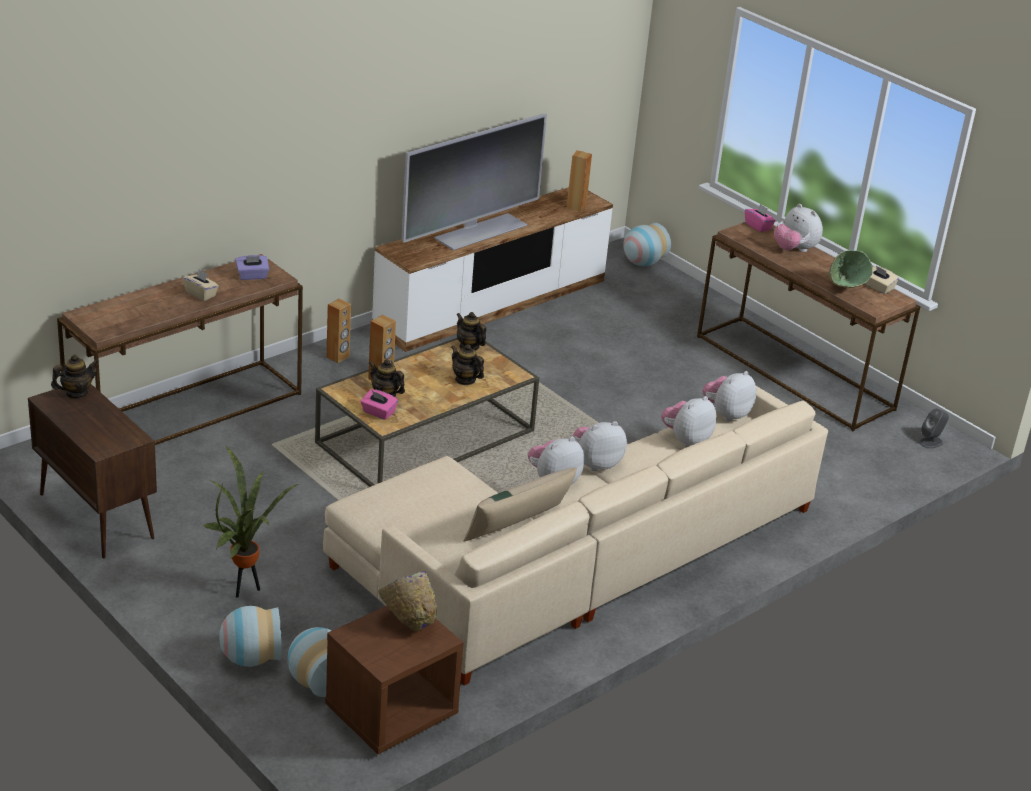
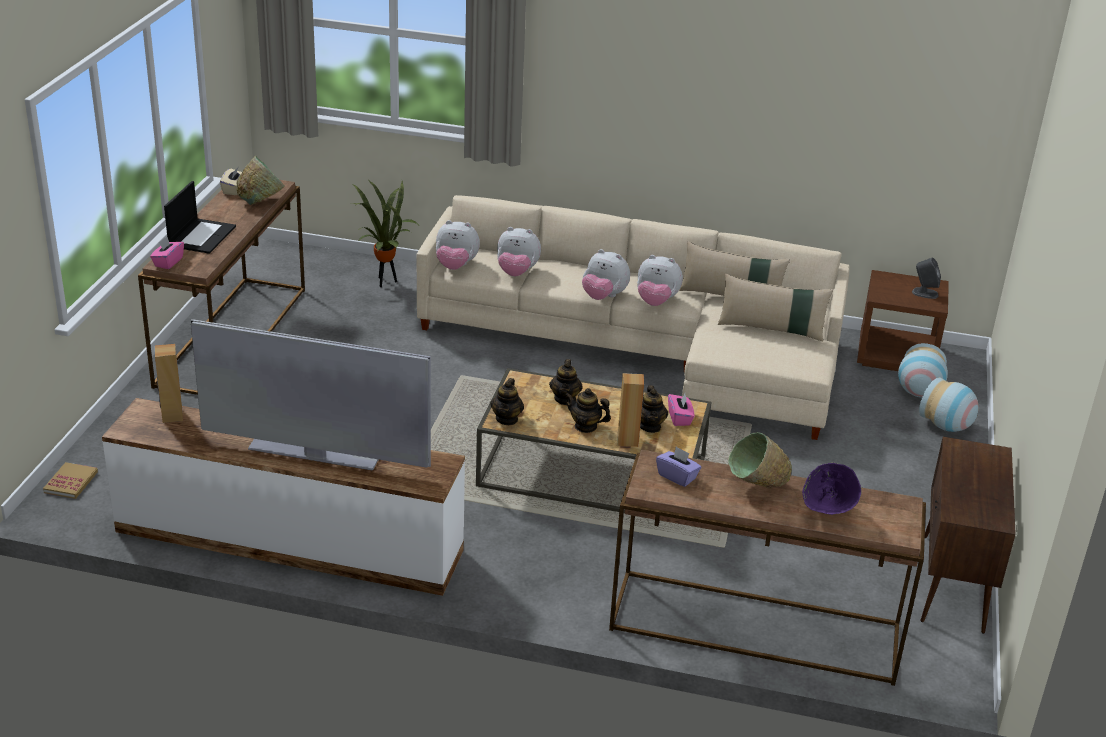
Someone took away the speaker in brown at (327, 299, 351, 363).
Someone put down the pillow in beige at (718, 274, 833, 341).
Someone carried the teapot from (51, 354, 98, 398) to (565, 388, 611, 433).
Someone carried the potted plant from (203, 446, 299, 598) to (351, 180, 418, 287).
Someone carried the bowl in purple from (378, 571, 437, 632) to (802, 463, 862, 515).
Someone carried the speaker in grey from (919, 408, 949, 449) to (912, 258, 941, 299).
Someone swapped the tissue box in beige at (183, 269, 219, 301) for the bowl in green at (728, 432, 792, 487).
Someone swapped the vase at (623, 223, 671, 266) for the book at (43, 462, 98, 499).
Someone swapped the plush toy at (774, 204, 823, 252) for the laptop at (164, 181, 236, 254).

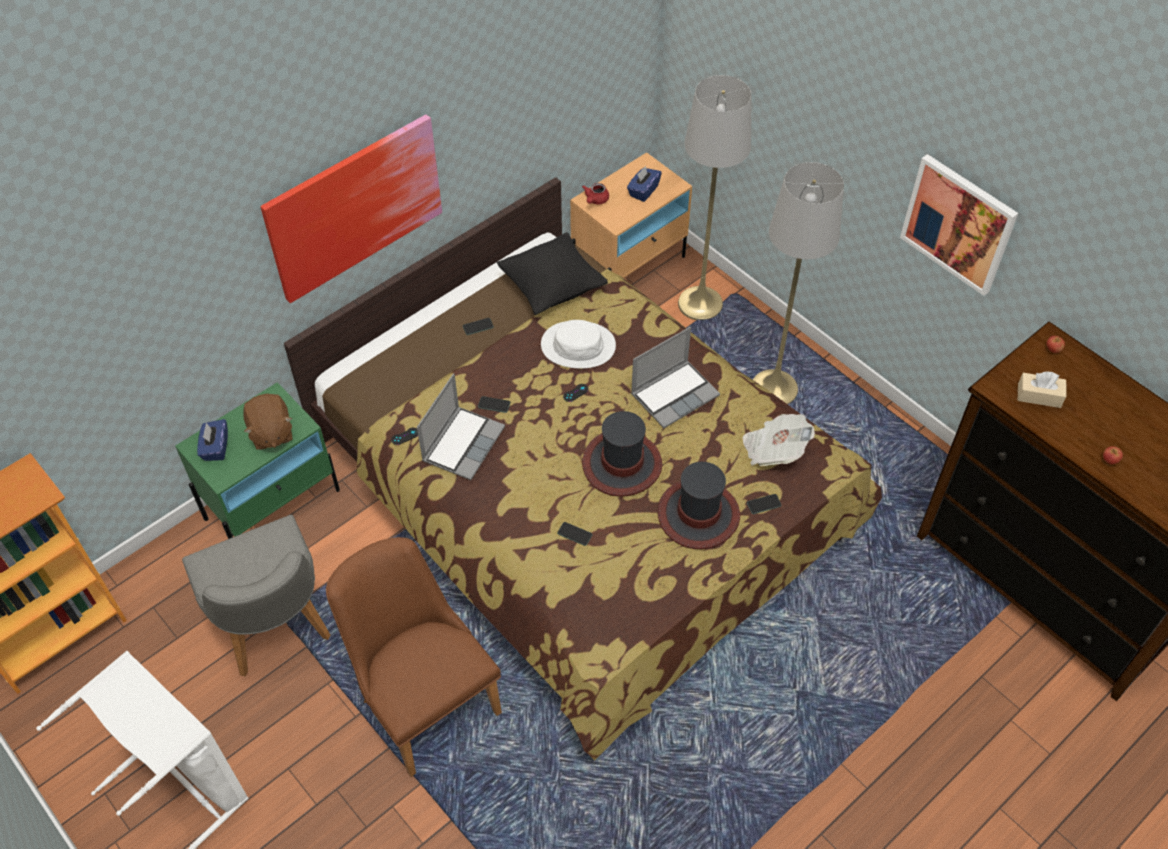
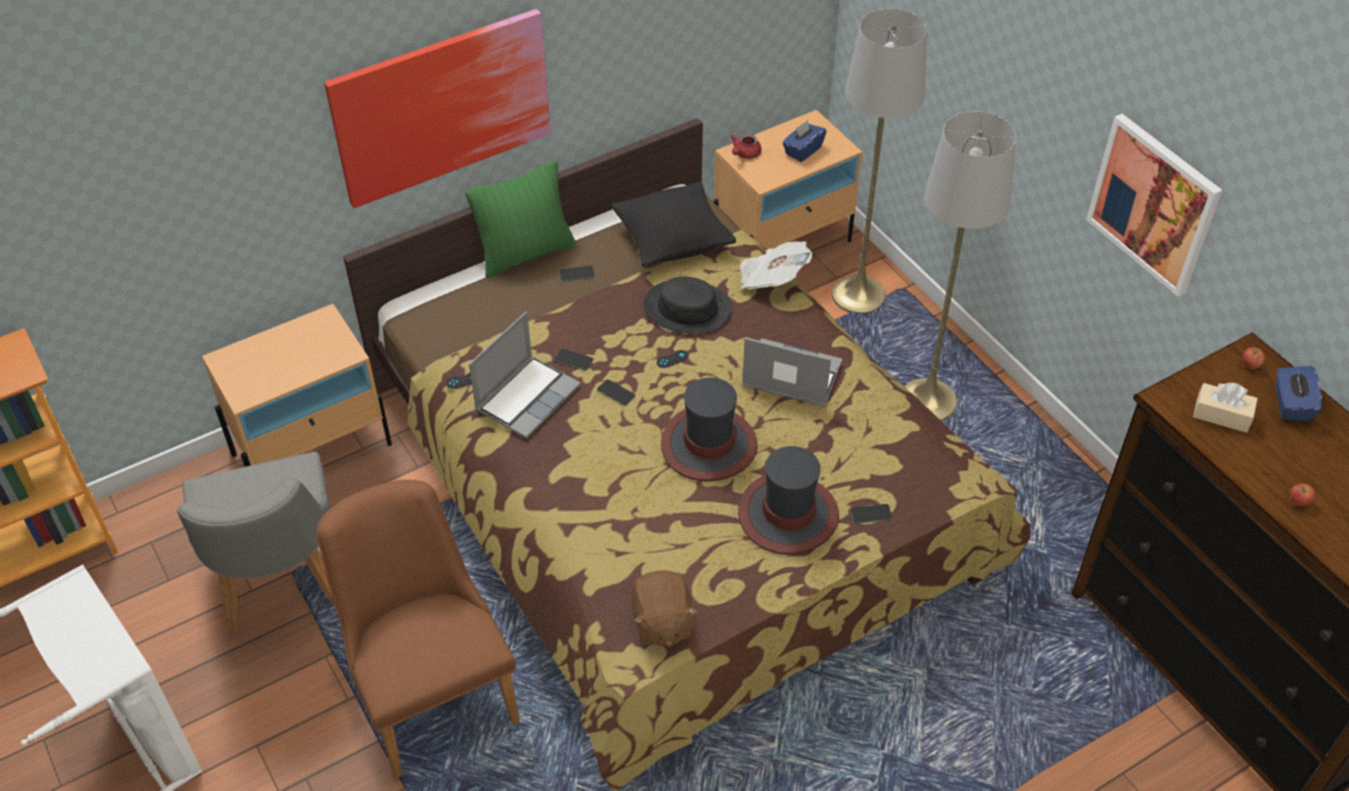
Someone put down the pillow in green at (465, 160, 576, 278).
Someone carried the tissue box in blue from (197, 419, 228, 461) to (1276, 366, 1322, 421).
Someone carried the plush toy in brown from (243, 394, 293, 450) to (631, 570, 698, 648).
Someone carried the phone from (557, 522, 592, 546) to (597, 379, 635, 406).
Someone carried the newspaper from (742, 414, 815, 466) to (740, 241, 812, 289).
Someone repainted the nightstand in green at (175, 382, 340, 539), which became the nightstand in beige at (202, 304, 392, 467).
Someone repainted the hat in white at (541, 320, 616, 369), which became the hat in black at (643, 276, 732, 334).
Someone rotated the laptop at (631, 327, 720, 428) by 135 degrees counterclockwise.

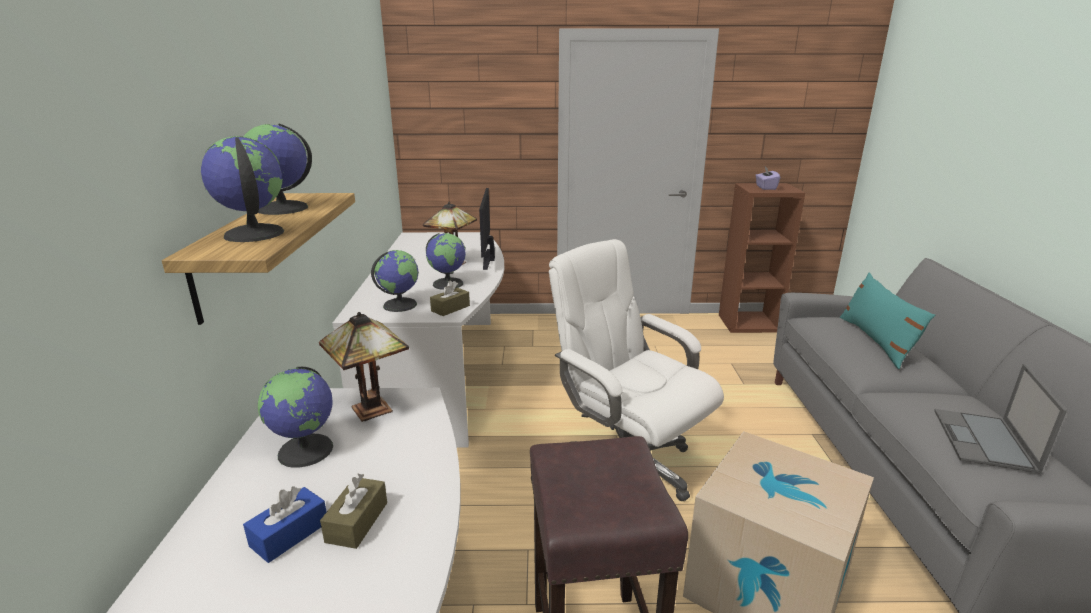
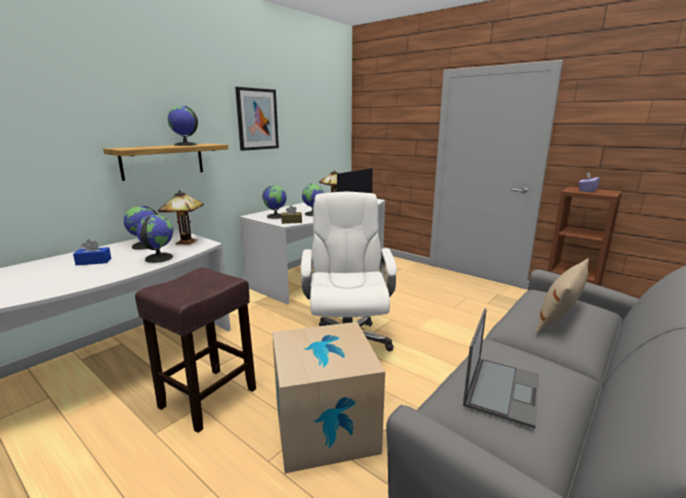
Someone took away the tissue box in brown at (320, 474, 387, 549).
Someone put up the picture at (235, 87, 279, 151).
Someone carried the globe from (201, 136, 284, 242) to (136, 215, 173, 263).
Someone repainted the pillow in turquoise at (840, 272, 935, 369), which became the pillow in beige at (535, 258, 589, 333).
Someone rotated the laptop at (934, 364, 1067, 474) by 150 degrees clockwise.

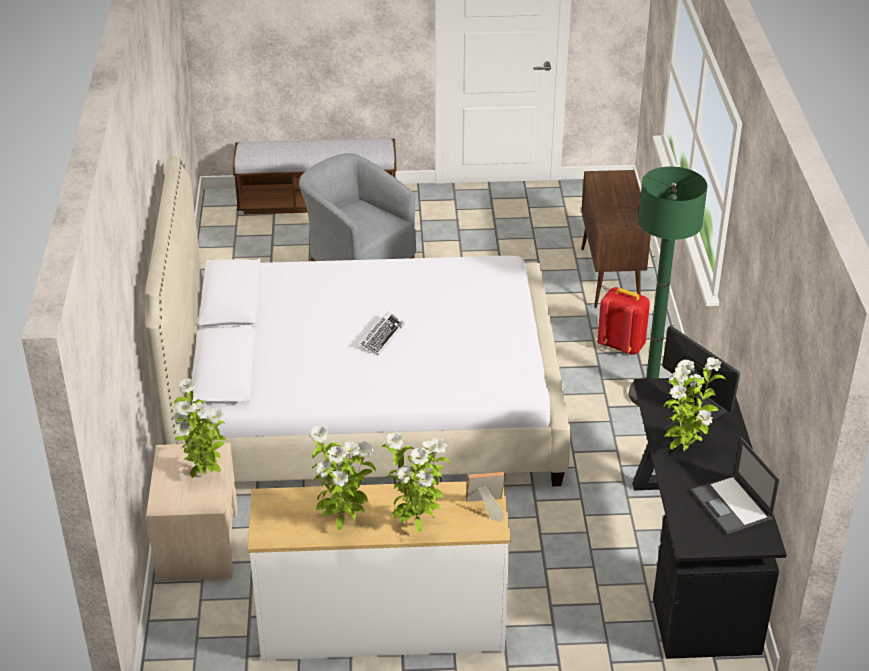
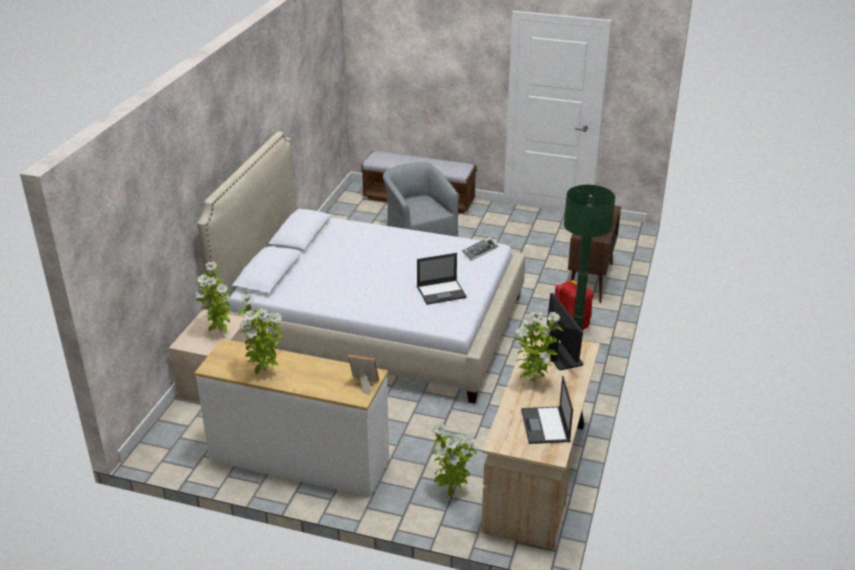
Someone put down the laptop at (417, 253, 467, 305).
Someone carried the keyboard from (361, 311, 405, 355) to (462, 237, 498, 261).
Someone carried the potted plant from (382, 432, 451, 533) to (432, 423, 477, 497).
Someone repainted the desk in black at (632, 378, 787, 659), which became the desk in beige at (481, 332, 600, 549).

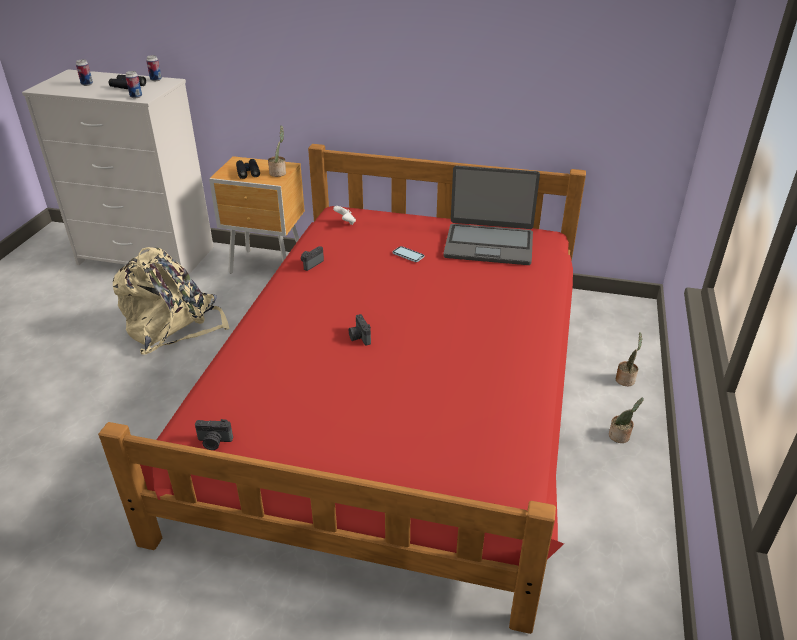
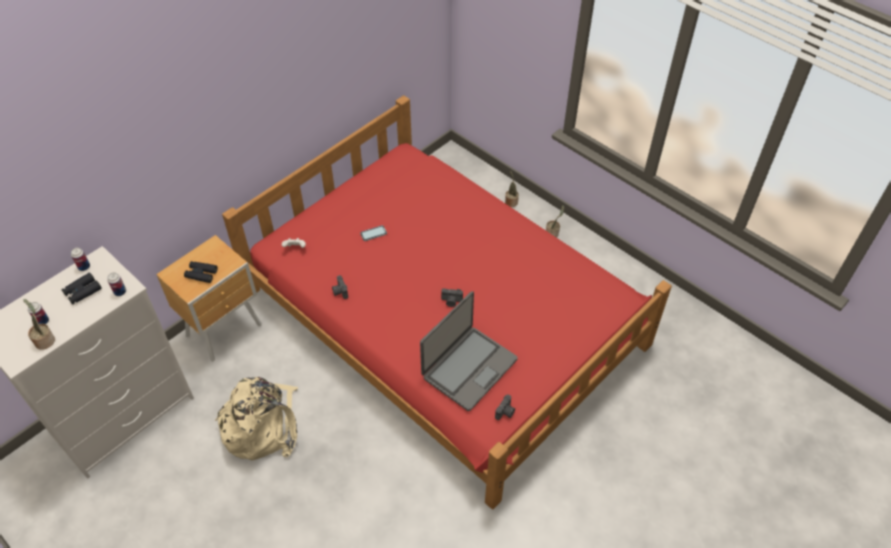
Someone carried the potted plant from (268, 125, 286, 177) to (24, 299, 55, 350).
Someone carried the laptop from (443, 166, 540, 265) to (420, 291, 518, 411).

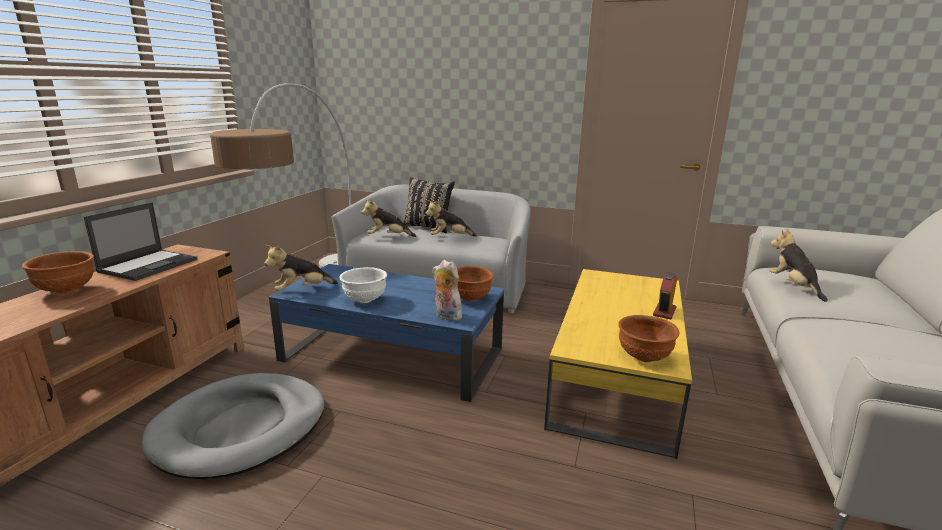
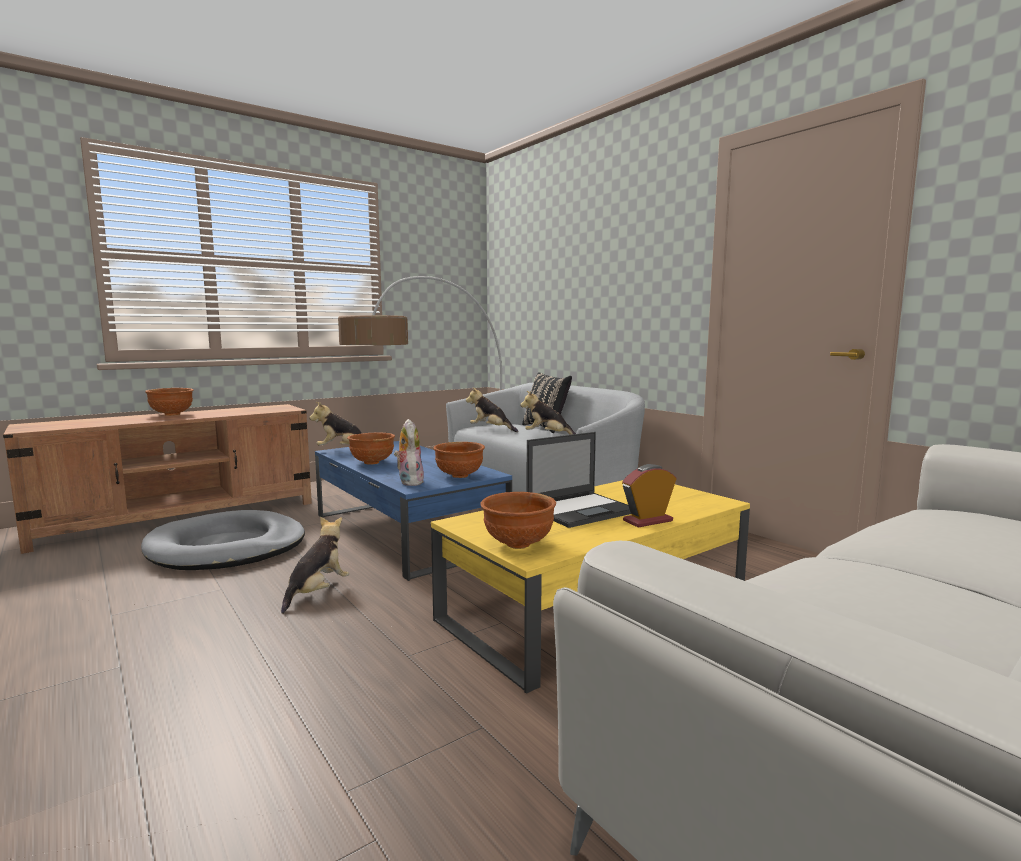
Someone carried the laptop from (84, 202, 197, 281) to (526, 432, 631, 528).
Someone carried the plush toy from (769, 228, 828, 302) to (281, 517, 349, 614).
Someone repainted the bowl in white at (339, 267, 387, 303), which became the bowl in brown at (347, 433, 395, 465).

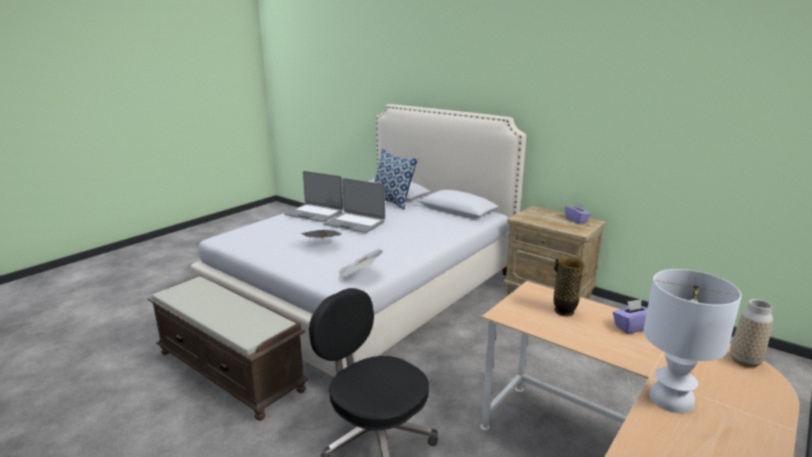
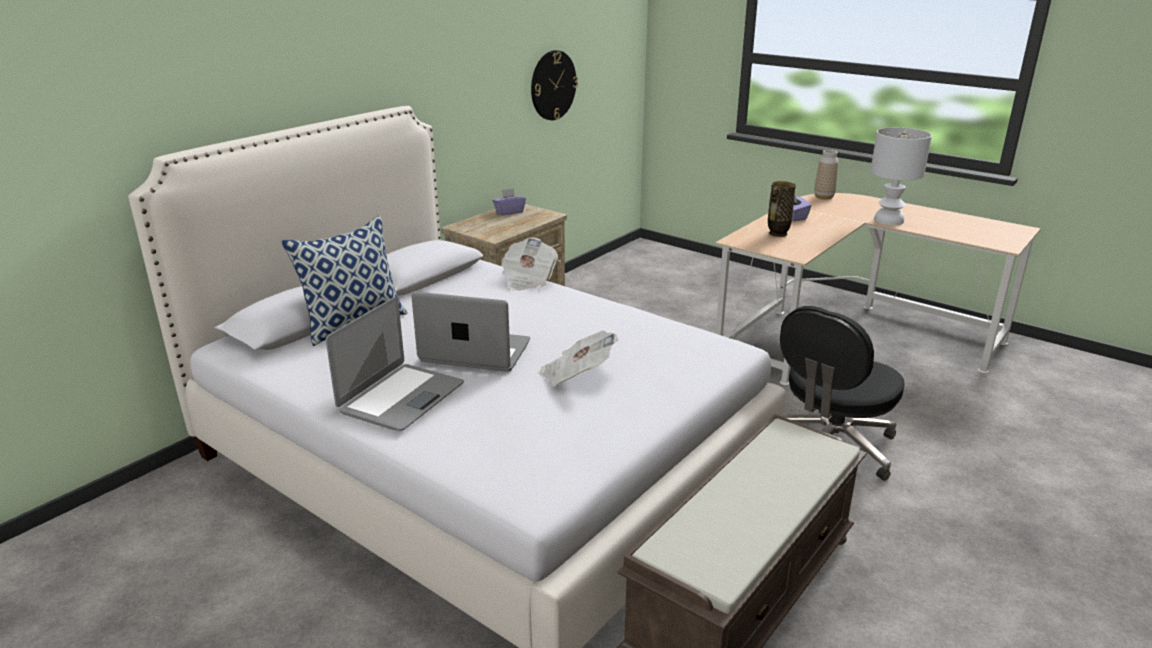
Someone put up the wall clock at (531, 50, 578, 120).
Someone carried the newspaper from (339, 249, 383, 279) to (501, 238, 558, 291).
Someone rotated the laptop at (323, 178, 385, 233) by 105 degrees counterclockwise.

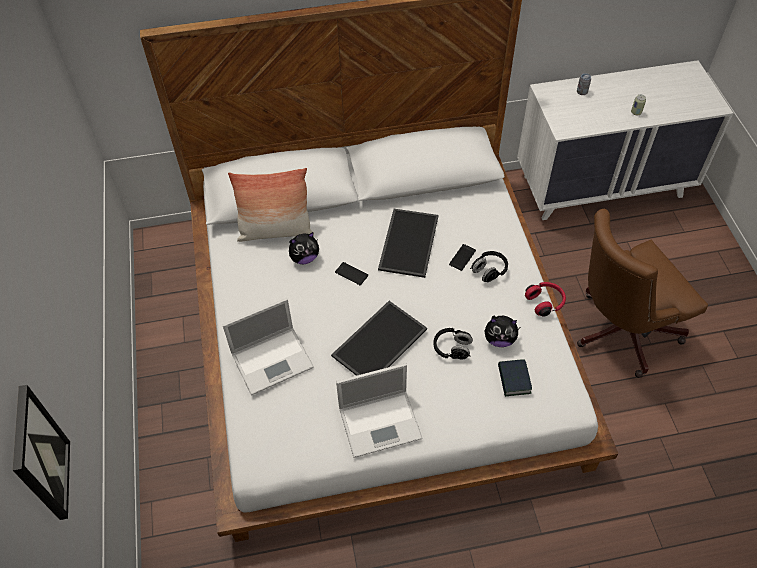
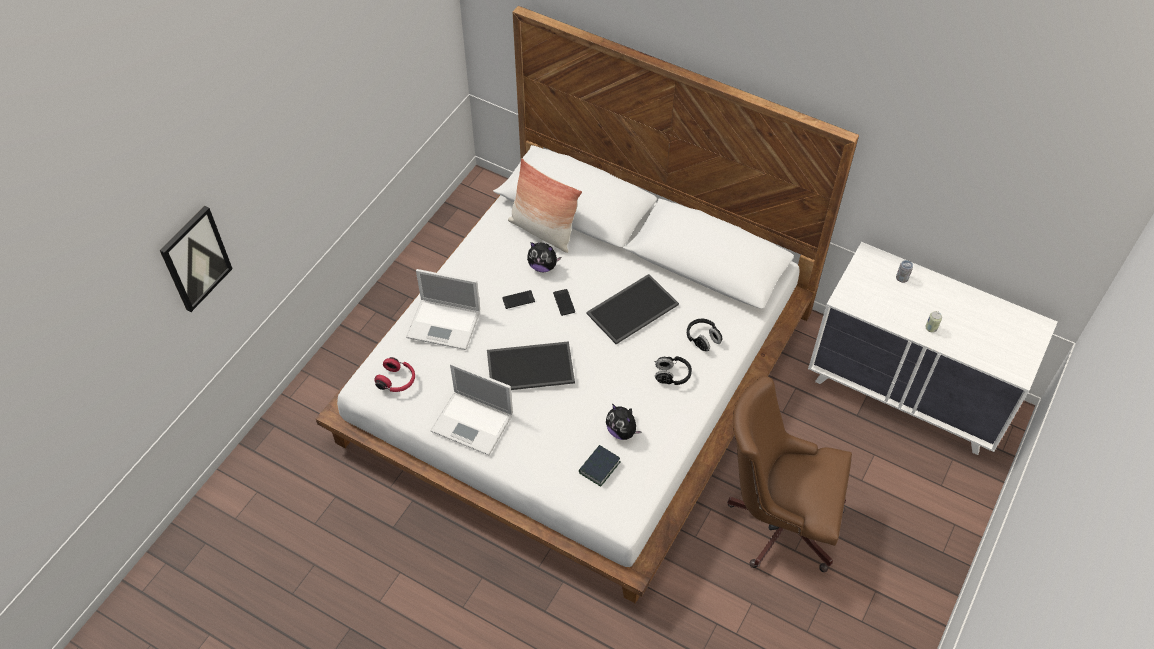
Someone carried the headphones in black from (433, 328, 473, 359) to (687, 319, 722, 351).
Someone carried the phone from (449, 244, 476, 271) to (502, 290, 535, 309).
Someone carried the headphones in red from (525, 282, 566, 317) to (374, 357, 415, 392).

